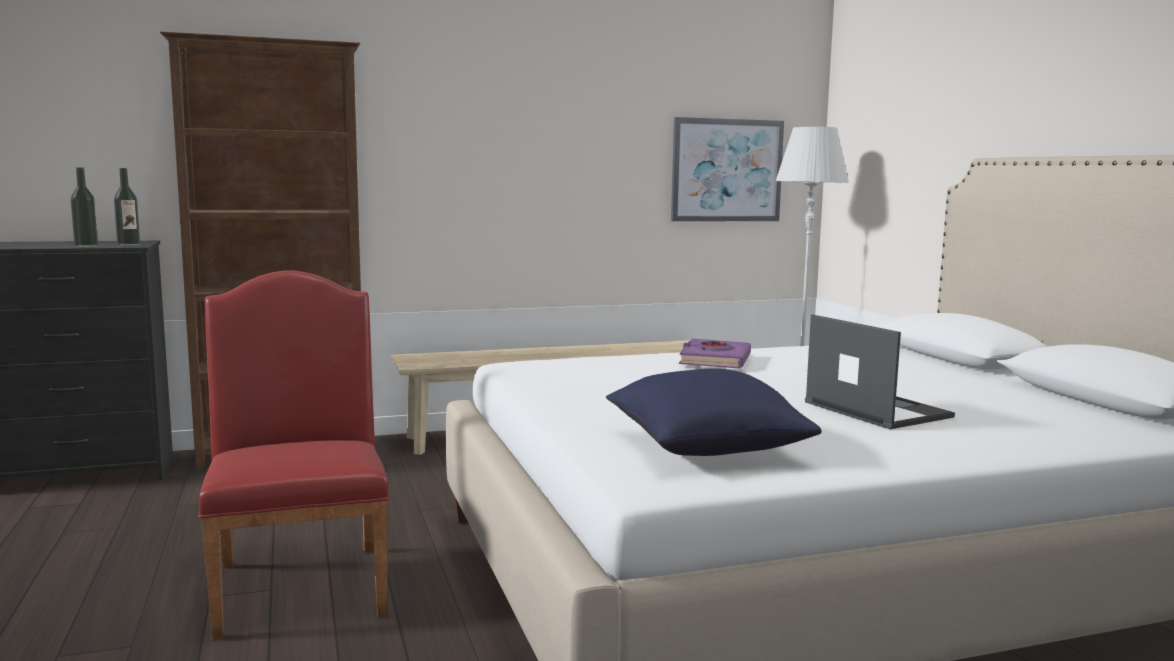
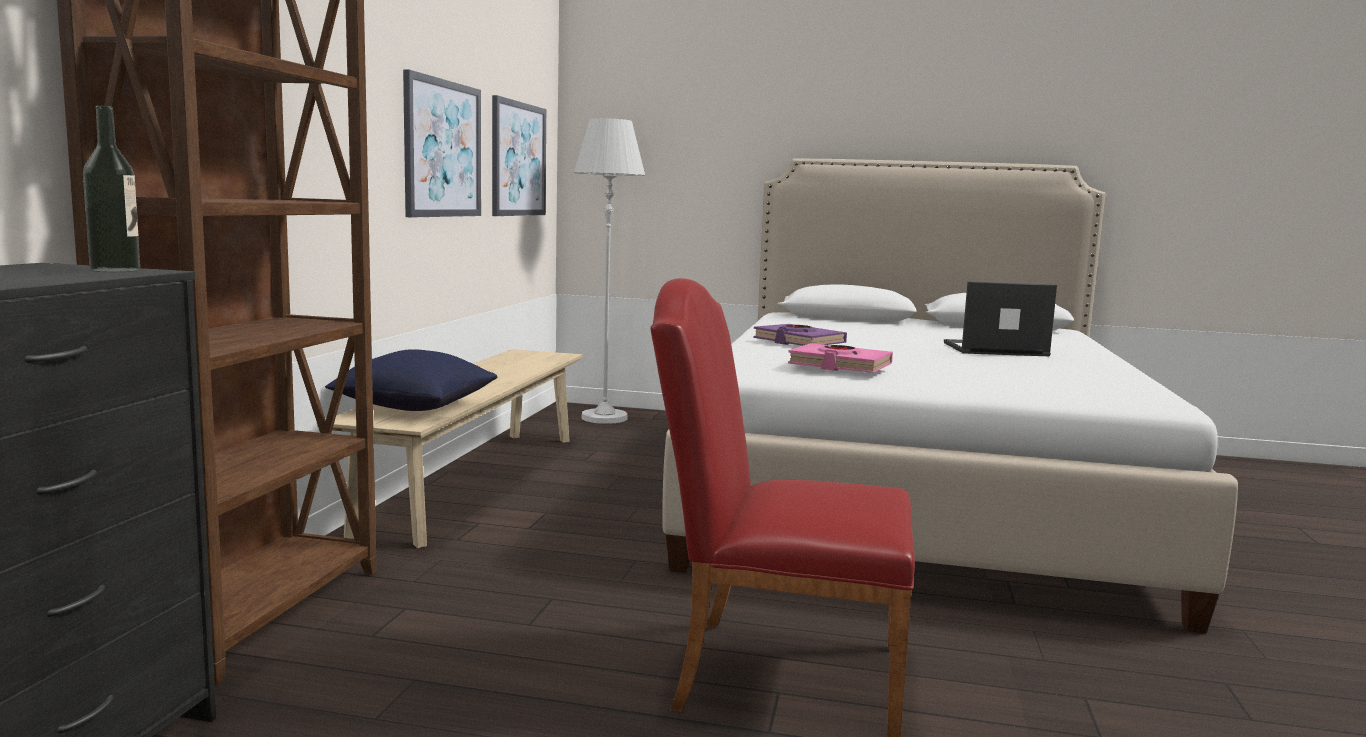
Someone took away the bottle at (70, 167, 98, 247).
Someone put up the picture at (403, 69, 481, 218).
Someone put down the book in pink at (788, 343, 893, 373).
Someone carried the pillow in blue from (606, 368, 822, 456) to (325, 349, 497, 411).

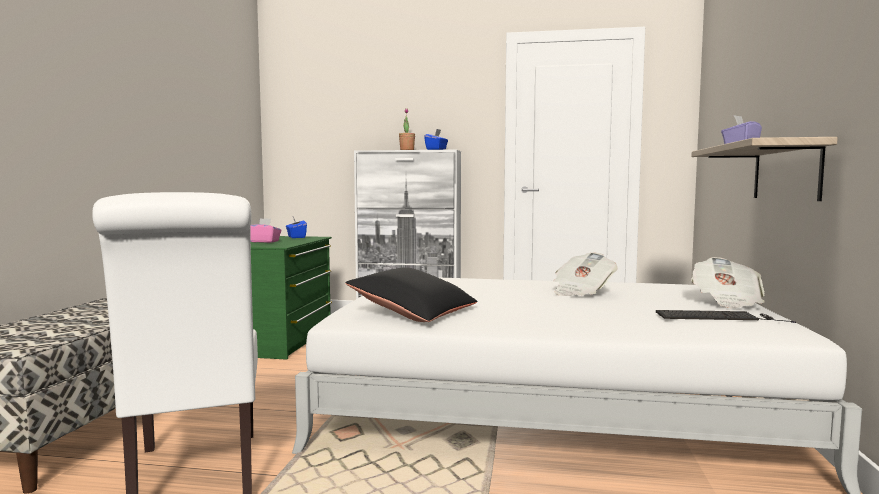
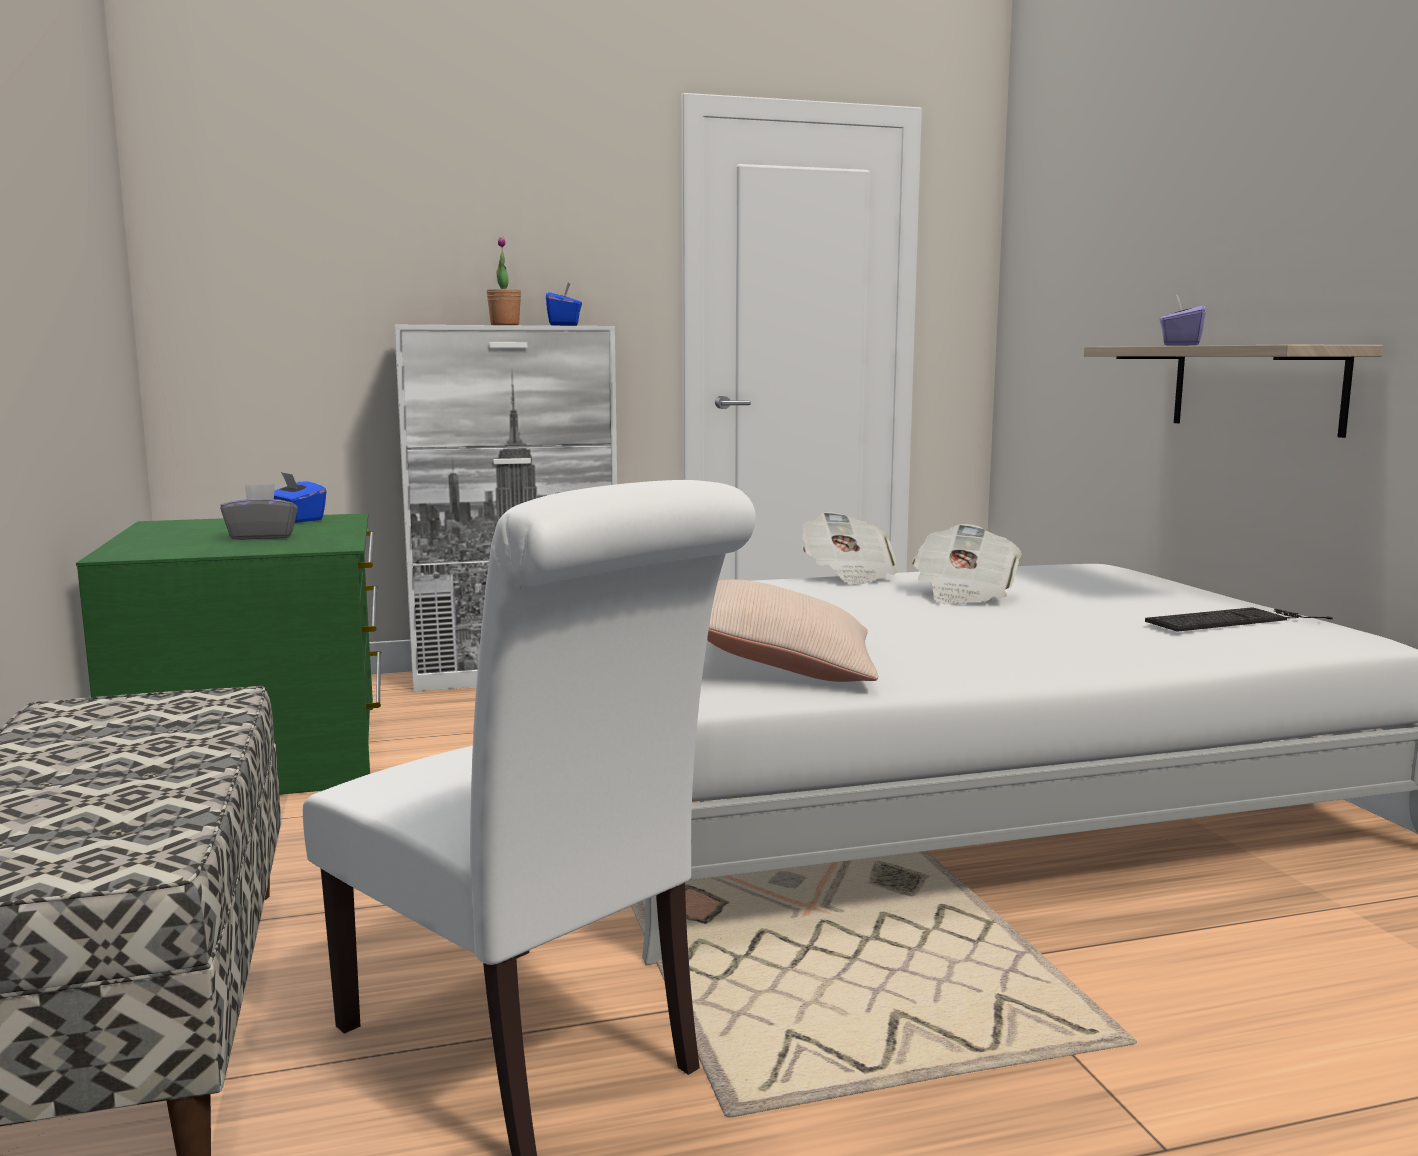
Someone carried the newspaper from (691, 257, 765, 308) to (802, 512, 897, 585).
Someone repainted the tissue box in pink at (250, 218, 282, 243), which became the tissue box in grey at (221, 484, 298, 540).
Someone repainted the pillow in black at (345, 267, 477, 322), which became the pillow in beige at (707, 580, 878, 682).

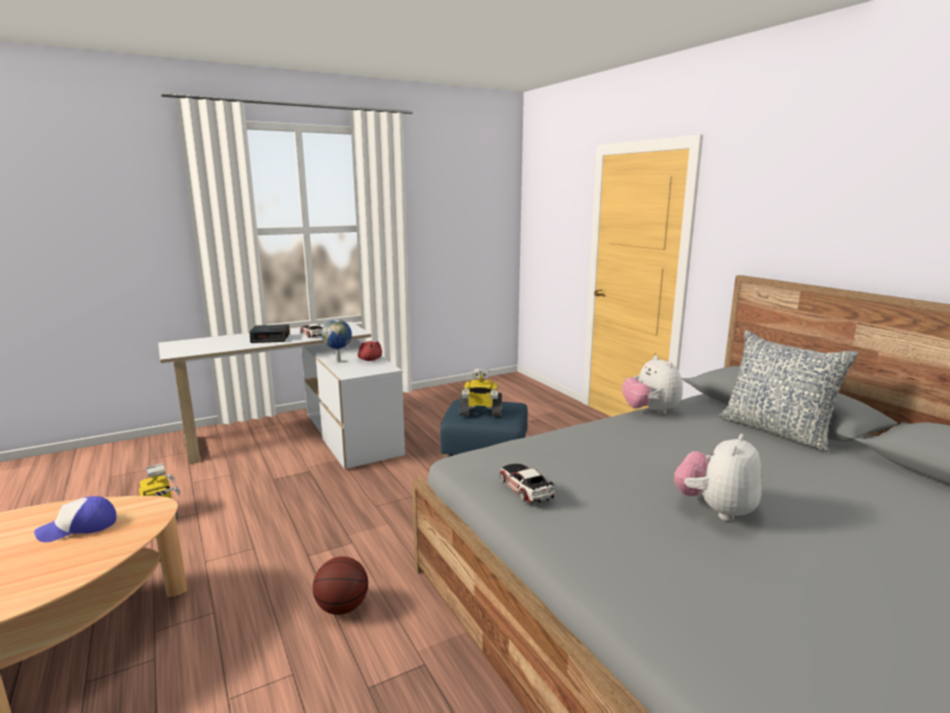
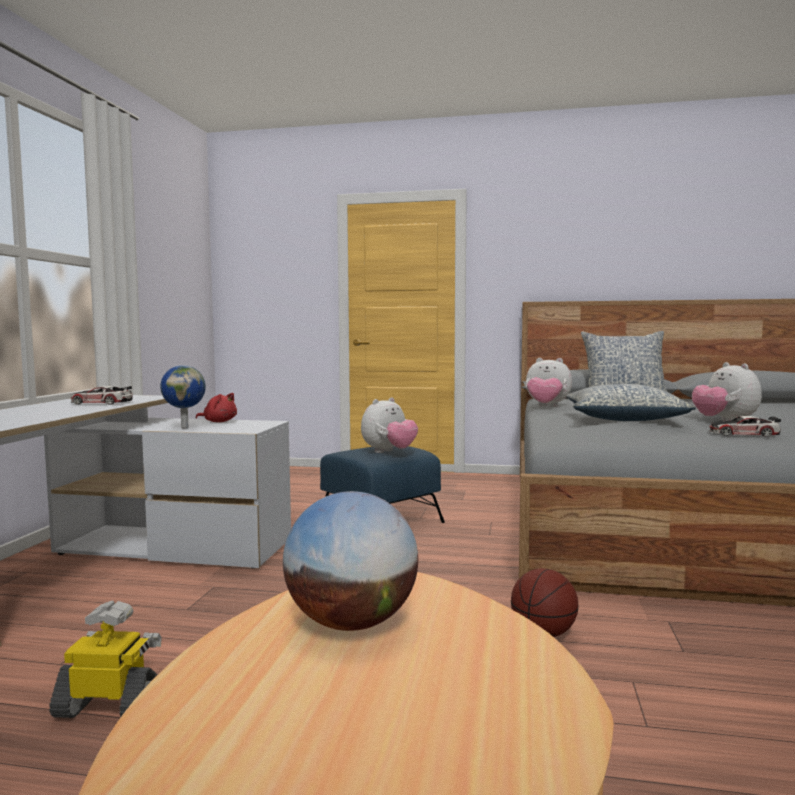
Someone took away the alarm clock at (250, 324, 290, 343).
Someone put down the pillow at (567, 384, 696, 421).
Someone carried the toy car from (499, 464, 555, 504) to (709, 416, 781, 437).
Someone swapped the cap at (34, 496, 117, 542) for the globe at (283, 491, 418, 631).
Someone swapped the toy robot at (460, 368, 502, 417) for the plush toy at (361, 397, 418, 453).

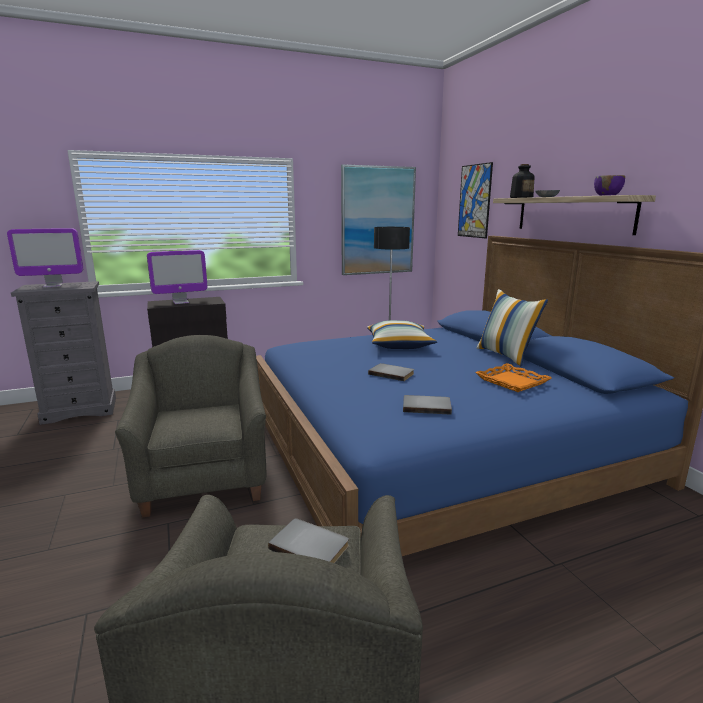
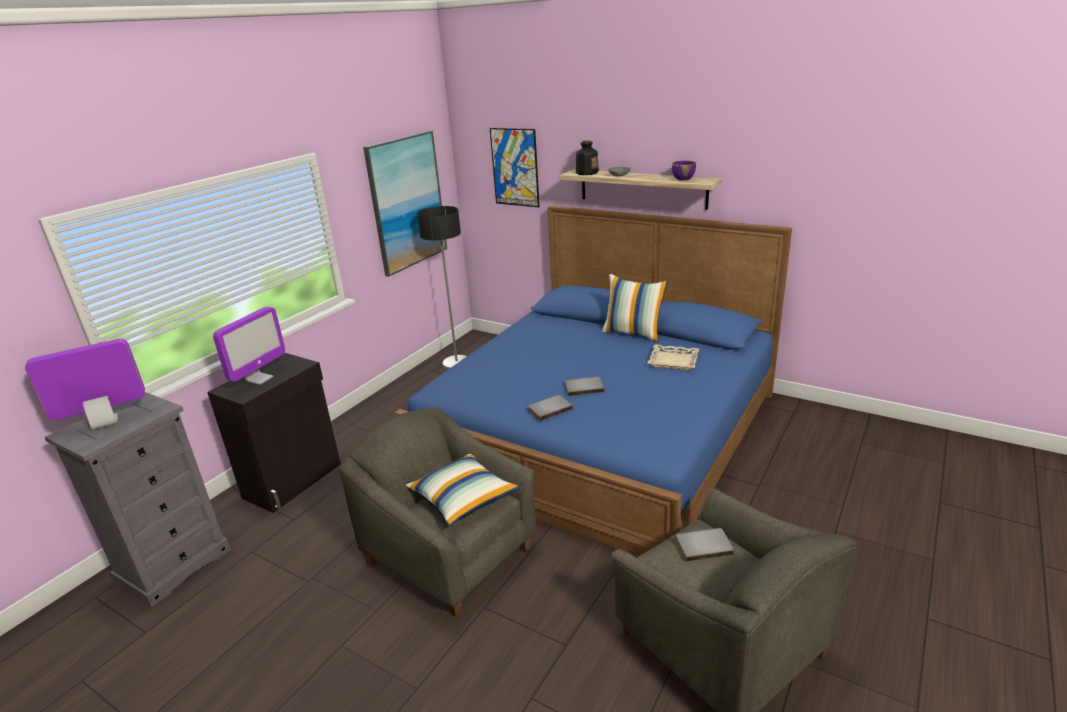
Someone carried the pillow from (367, 320, 437, 349) to (405, 454, 520, 526).
Someone carried the book in grey from (403, 395, 452, 415) to (528, 395, 573, 421).
Someone repainted the tray in orange at (475, 363, 552, 392), which became the tray in beige at (647, 344, 699, 370).
Someone rotated the monitor at (7, 228, 83, 288) by 150 degrees counterclockwise.

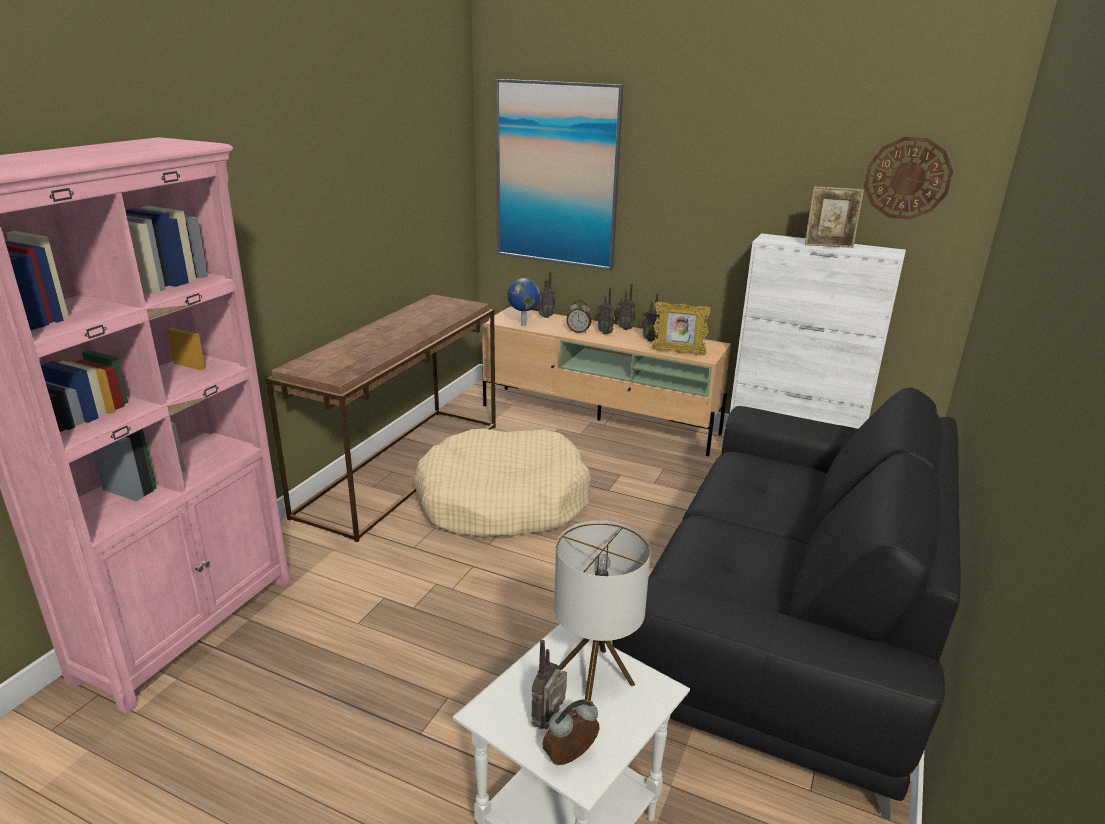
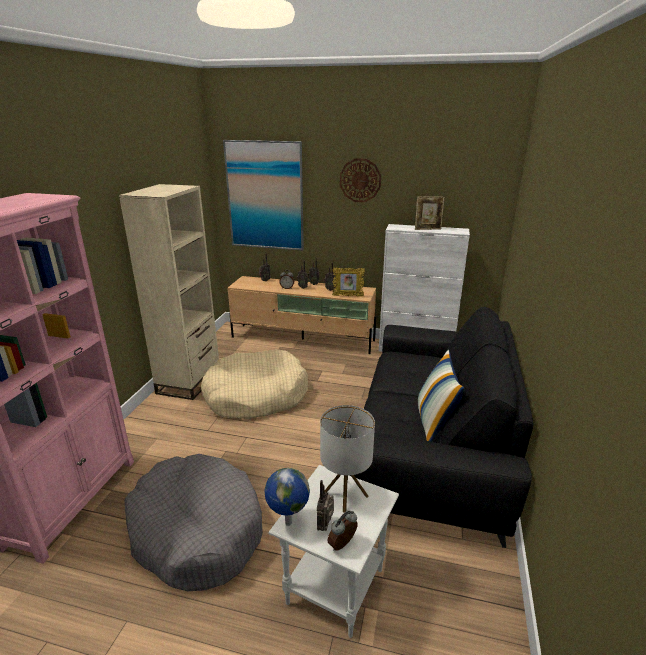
Someone put down the dog bed in grey at (124, 454, 263, 591).
Someone put down the pillow at (418, 350, 464, 442).
Someone carried the globe from (507, 278, 540, 326) to (265, 468, 310, 526).
Someone carried the wall clock from (864, 137, 953, 220) to (340, 158, 381, 202).
Someone swapped the console table in brown at (266, 294, 496, 542) for the bookcase in beige at (119, 184, 219, 400).

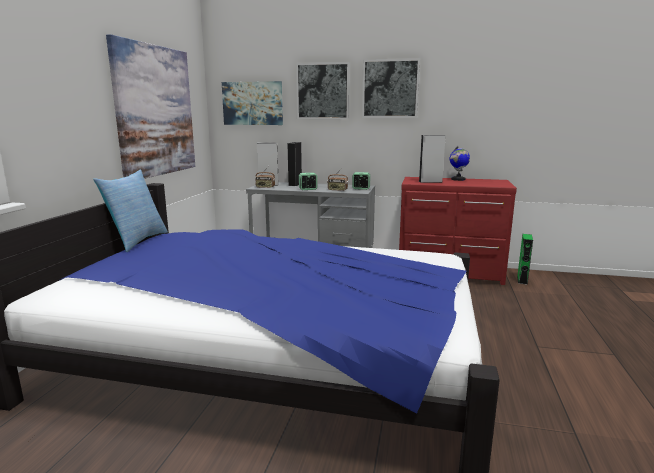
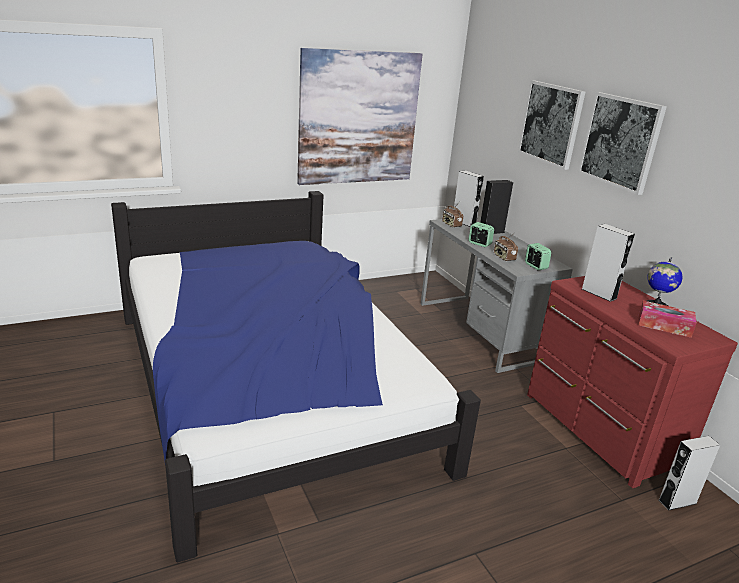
Someone took away the pillow at (93, 169, 168, 252).
Someone took away the picture at (222, 81, 283, 125).
Someone put down the tissue box at (638, 301, 697, 338).
Someone repainted the speaker in green at (517, 234, 533, 285), which became the speaker in grey at (658, 436, 720, 511).

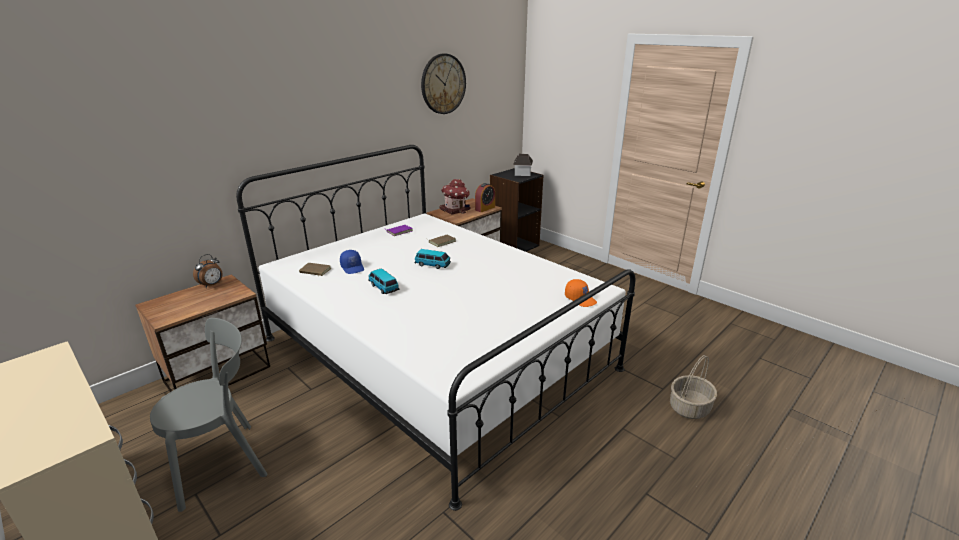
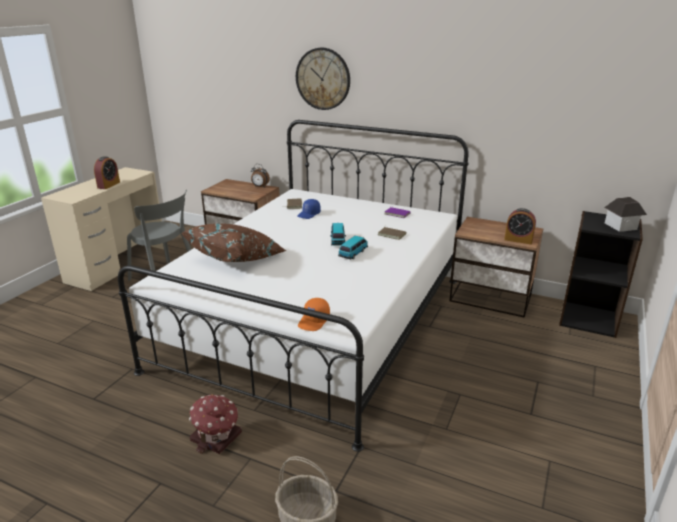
Someone put down the alarm clock at (94, 156, 120, 189).
Someone put down the pillow in brown at (181, 223, 286, 262).
Someone carried the toy car from (368, 268, 399, 294) to (338, 236, 368, 259).
Someone carried the wall clock from (421, 53, 466, 114) to (296, 48, 350, 110).
Someone carried the toy house from (440, 179, 470, 215) to (189, 394, 242, 454).

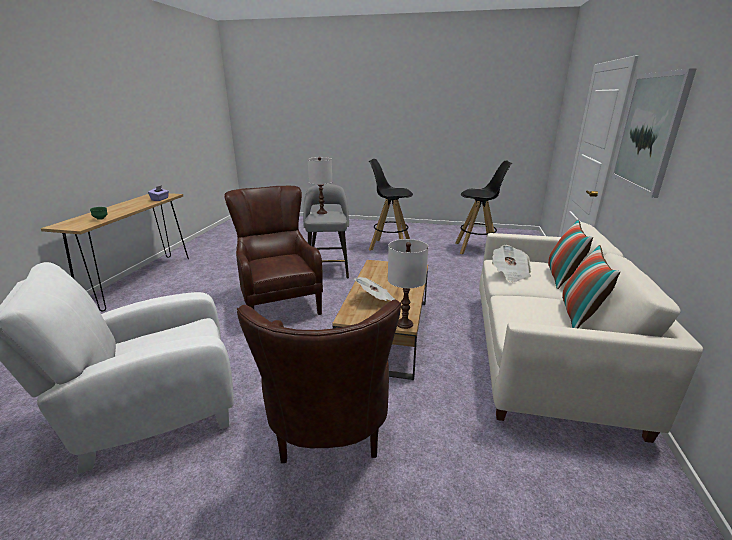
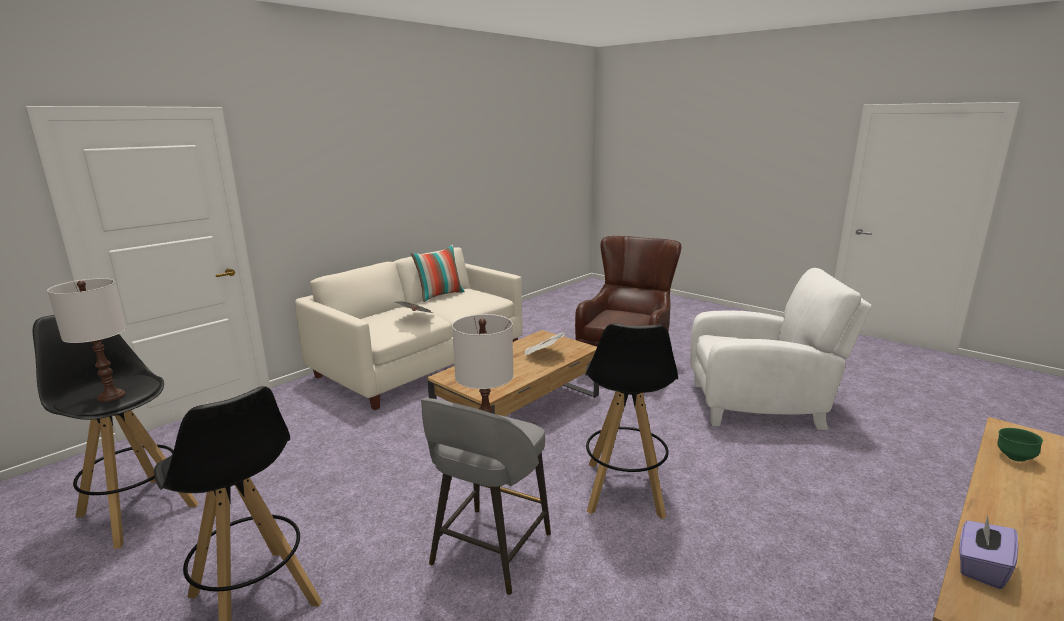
Someone took away the pillow at (548, 220, 593, 289).
Someone took away the picture at (611, 68, 697, 198).
Someone carried the table lamp in white from (388, 239, 429, 329) to (47, 278, 126, 402).
Someone swapped the armchair in brown at (224, 186, 323, 315) for the stool in black at (585, 323, 678, 520).

